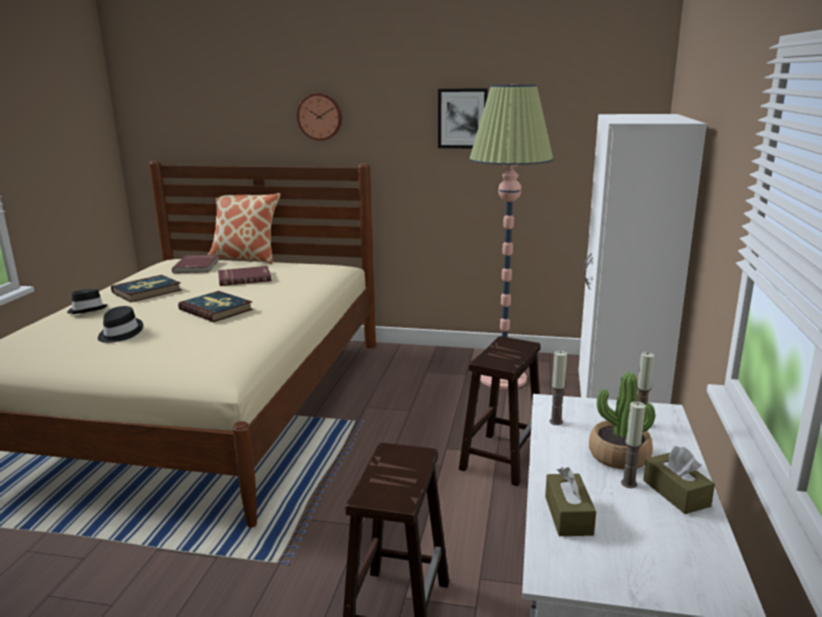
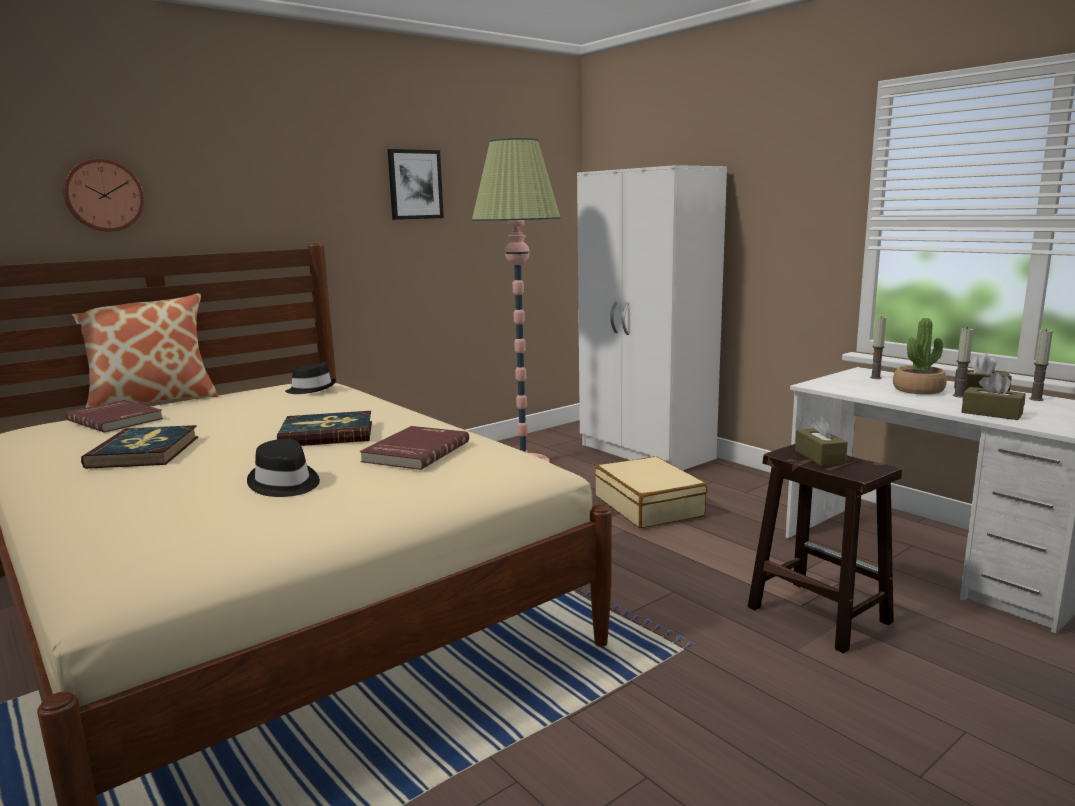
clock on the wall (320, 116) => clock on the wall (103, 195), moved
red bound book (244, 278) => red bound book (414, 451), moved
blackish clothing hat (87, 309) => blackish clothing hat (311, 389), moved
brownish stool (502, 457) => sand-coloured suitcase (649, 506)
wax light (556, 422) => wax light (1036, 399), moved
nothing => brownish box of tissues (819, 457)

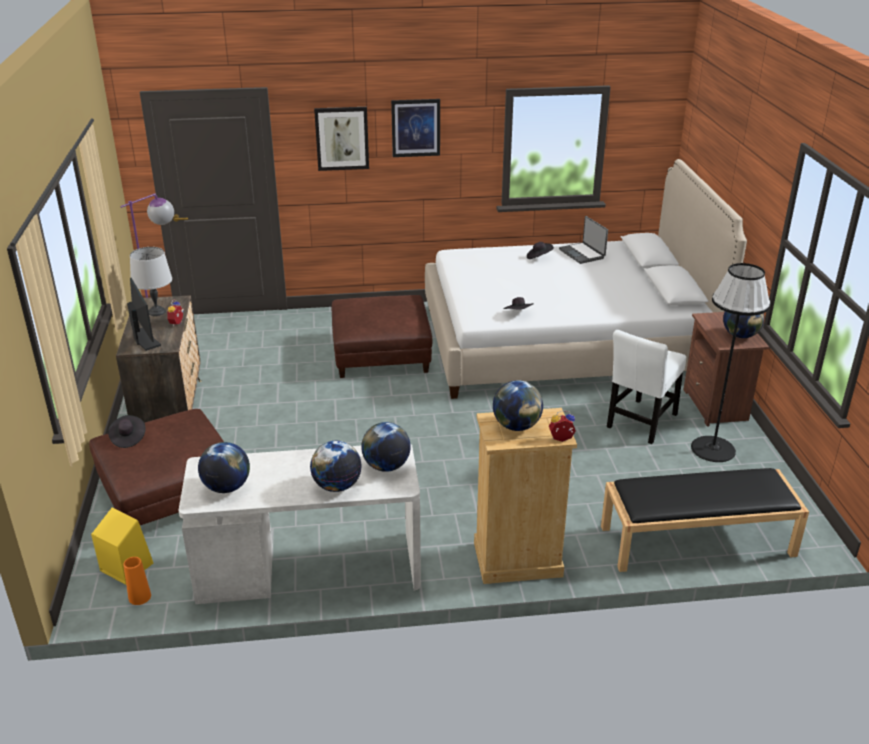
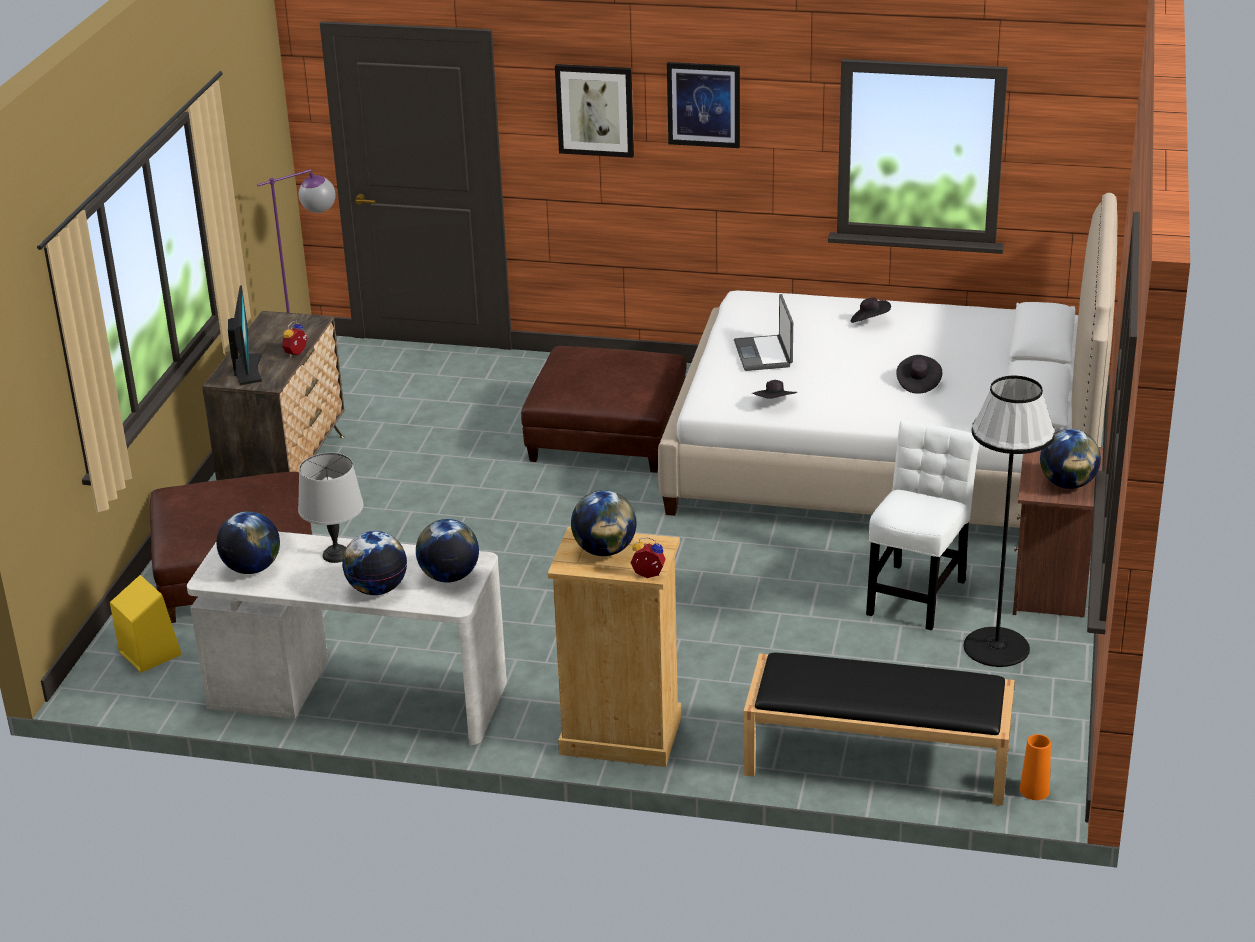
laptop (582, 254) => laptop (764, 354), moved
greyish tabletop lamp (157, 312) => greyish tabletop lamp (337, 555), moved
white-coloured plain chair (641, 423) => white-coloured plain chair (917, 593), 150 degrees clockwise
blackish clothing hat (128, 438) => blackish clothing hat (918, 383), moved
orange flower vase (140, 597) => orange flower vase (1034, 790), moved

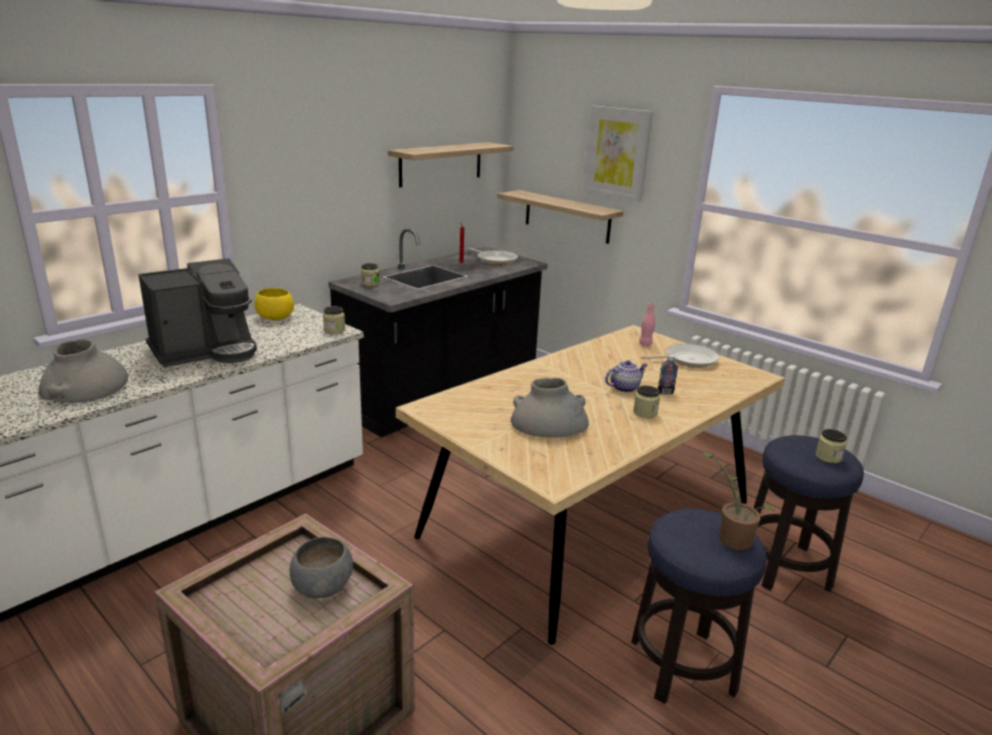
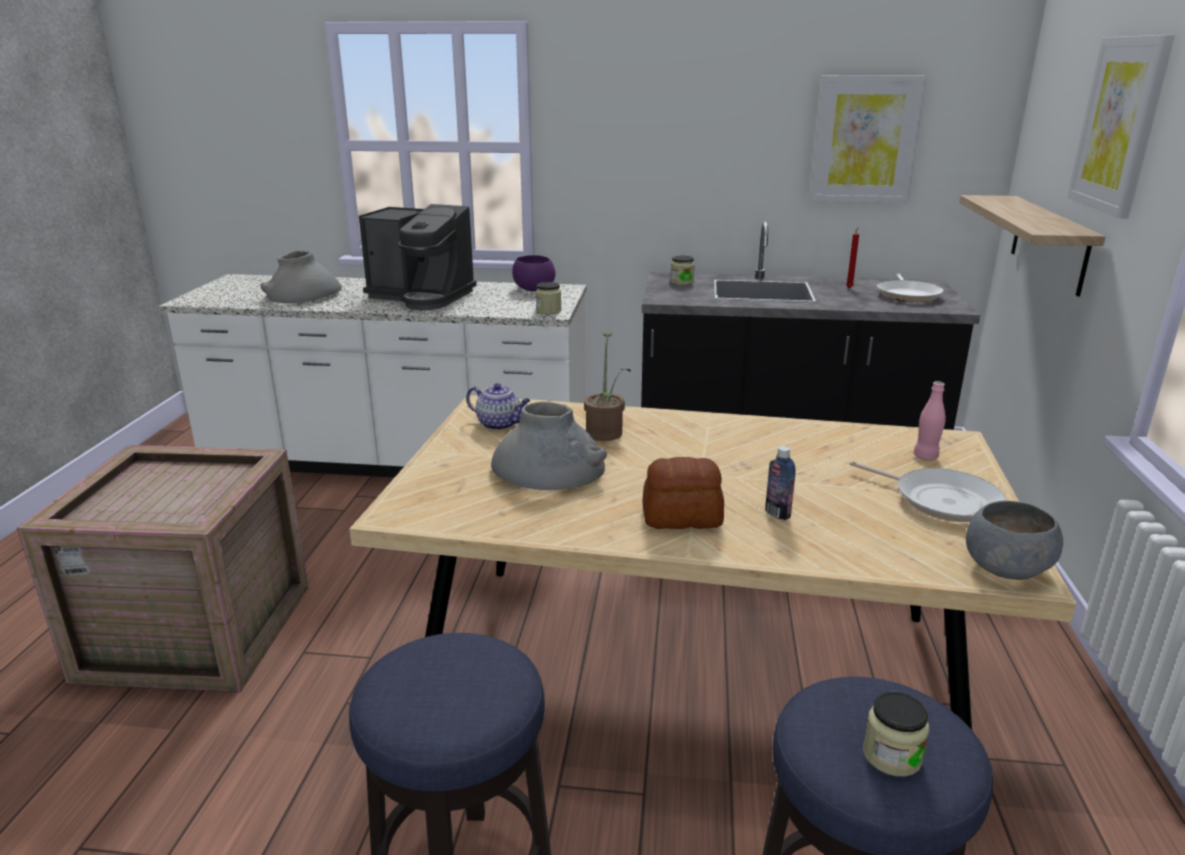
wall shelf (441, 164) => wall picture (864, 140)
yellow deep dish (276, 318) => purplish deep dish (534, 289)
pot for tea (624, 387) => pot for tea (500, 424), moved
storage jar (645, 412) => bakery bread (680, 517)
plant in a pot (730, 536) => plant in a pot (606, 431), moved
greyish deep dish (321, 587) => greyish deep dish (1004, 568), moved

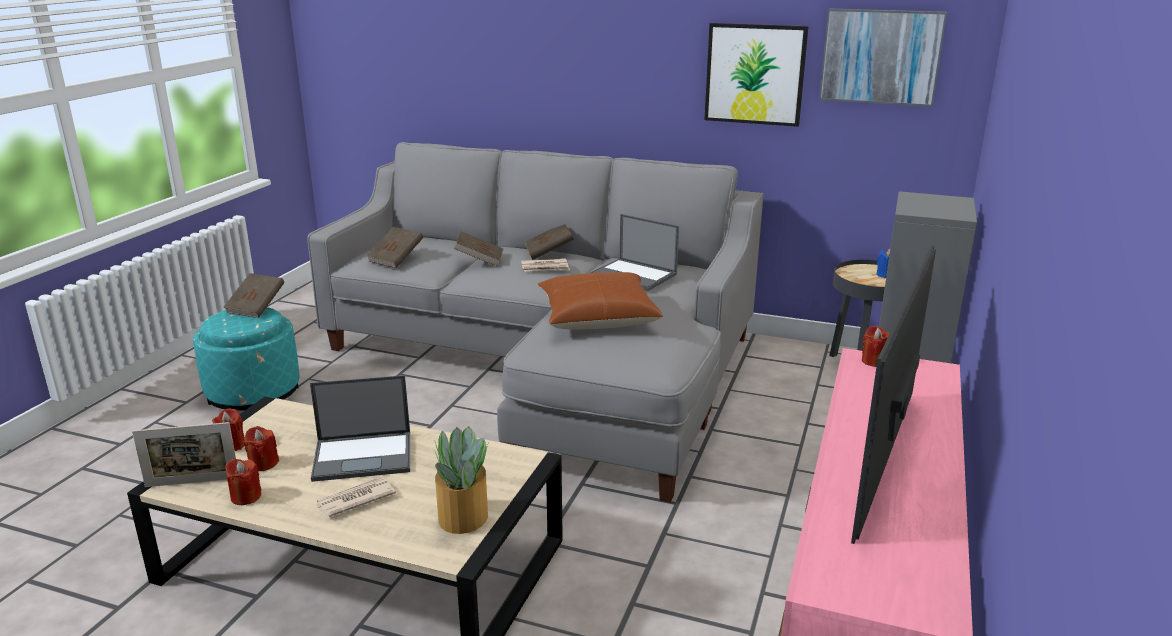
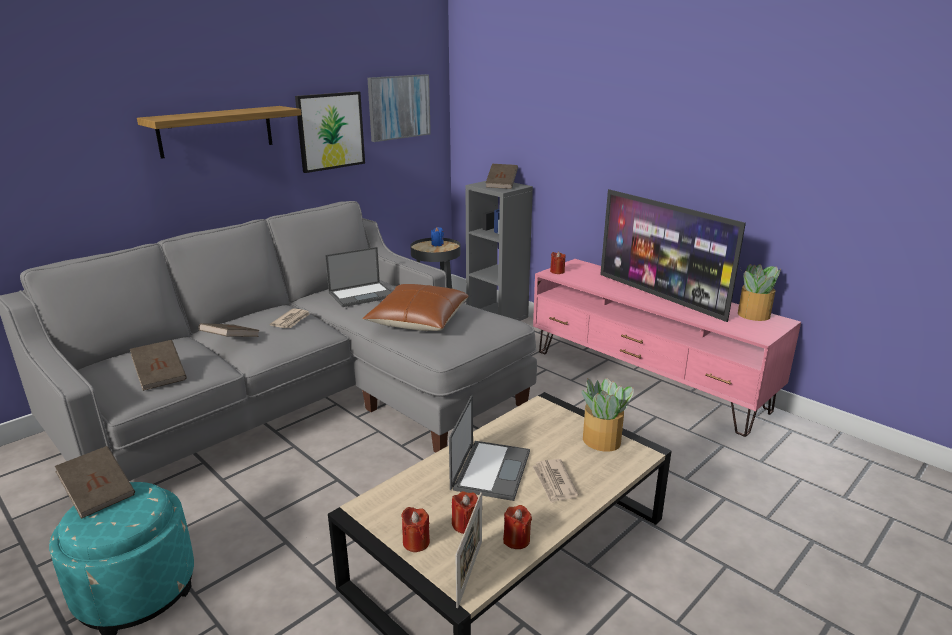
brownish bound book (549, 253) => brownish bound book (501, 185), moved
nothing => wall shelf (216, 131)
nothing => plant in a pot (753, 315)

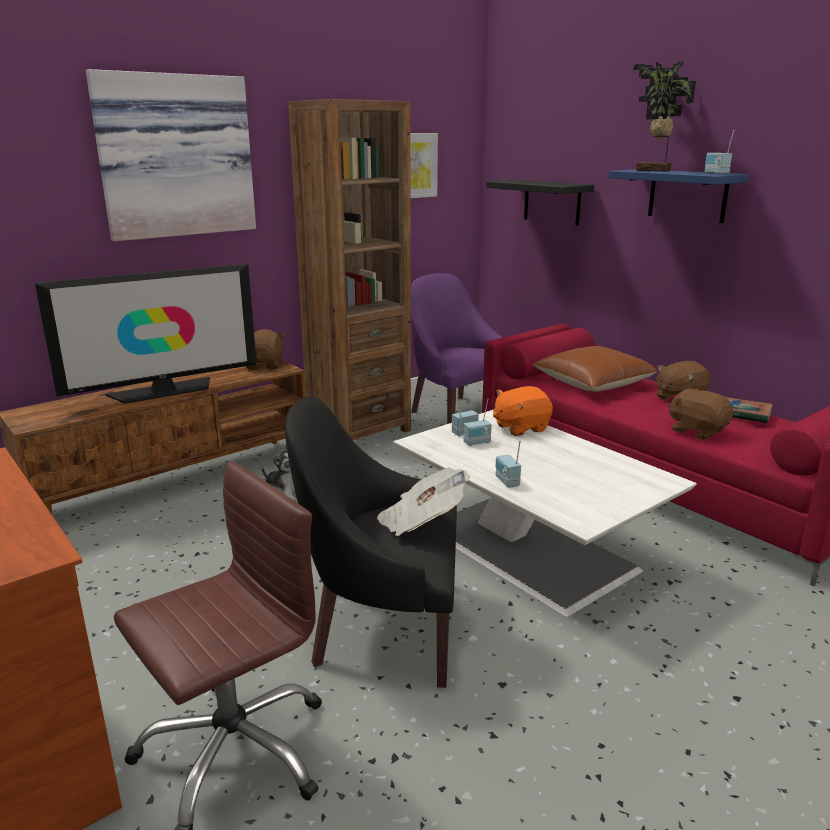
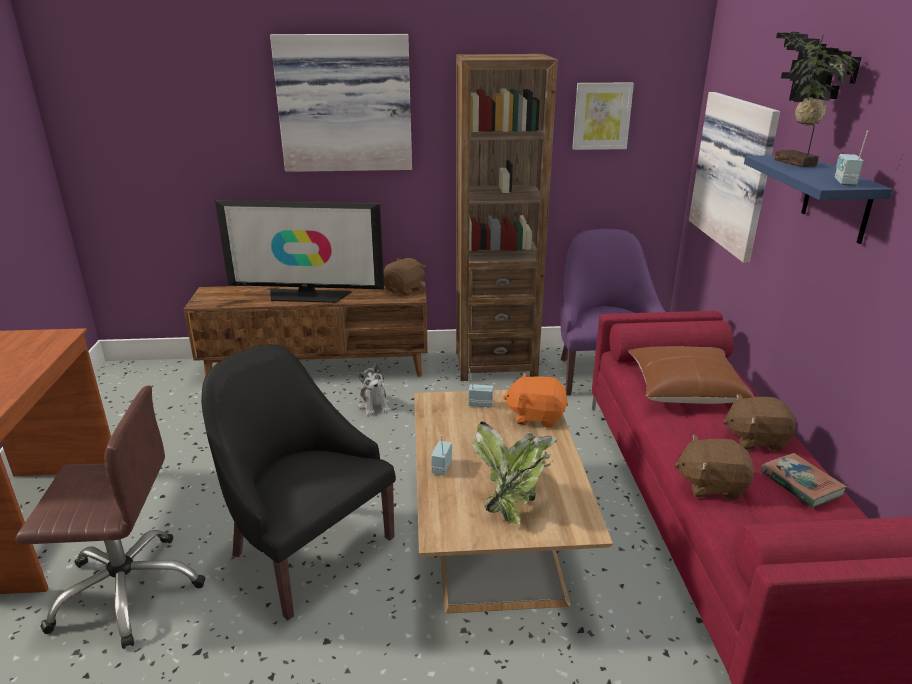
blackish wall shelf (552, 202) => wall picture (736, 173)
brownish soft toy (697, 431) => brownish soft toy (711, 485), 75 degrees counterclockwise
radio (477, 443) => nothing
white-coloured coffee table (531, 549) => brownish coffee table (496, 536)
newspaper (421, 522) => nothing
nothing => plant in a pot (513, 498)

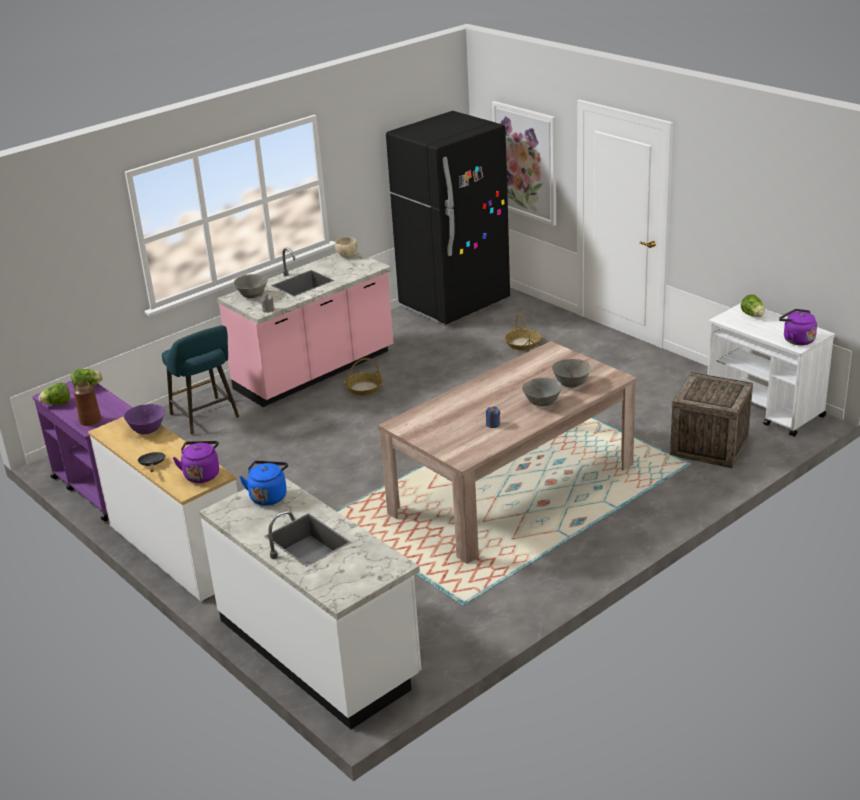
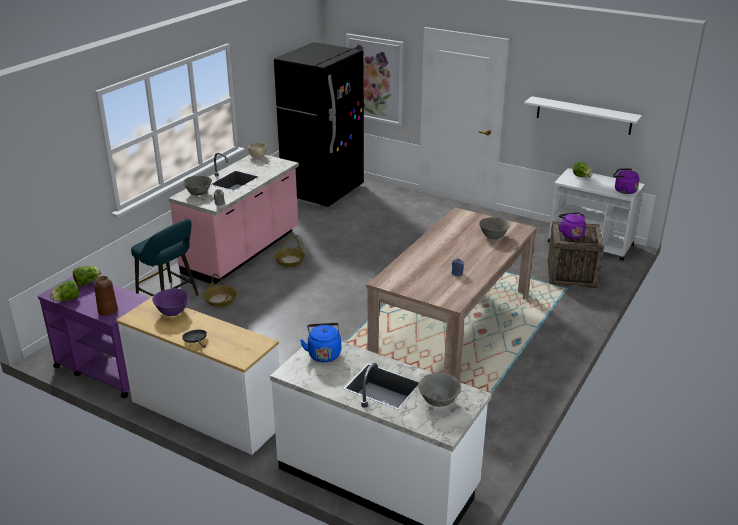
household basket (523, 344) => household basket (221, 300), moved
greyish deep dish (542, 403) => greyish deep dish (439, 402), moved
purplish tea kettle (202, 474) => purplish tea kettle (570, 234), moved
nothing => white-coloured wall shelf (583, 115)

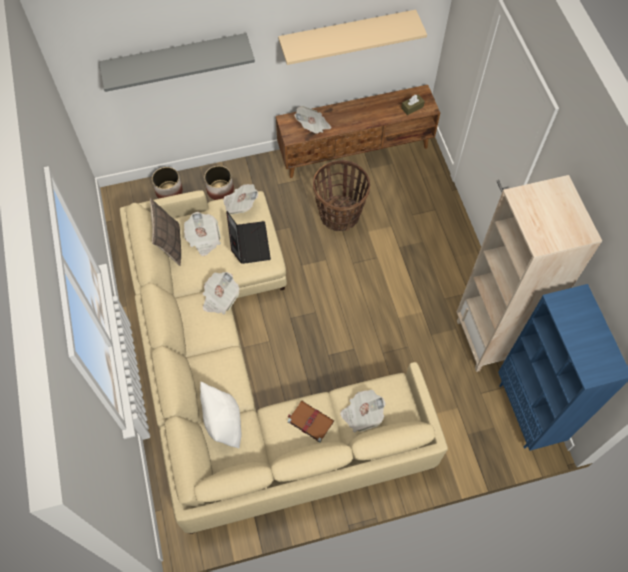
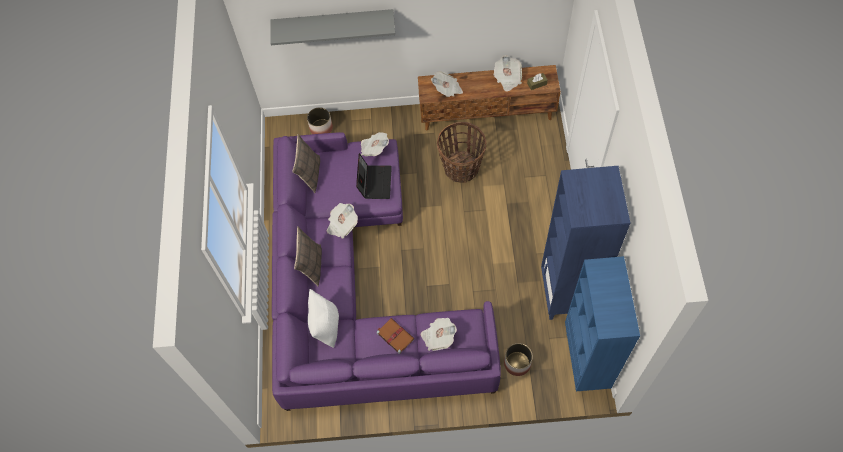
sand-coloured wall shelf (347, 33) => nothing
flower pot (220, 190) => flower pot (517, 363), moved
sand-coloured shelving unit (489, 340) => bluish shelving unit (566, 295)
sand-coloured couch (246, 371) => purplish couch (356, 288)
newspaper (203, 239) => newspaper (507, 78), moved
nothing => throw pillow (311, 265)

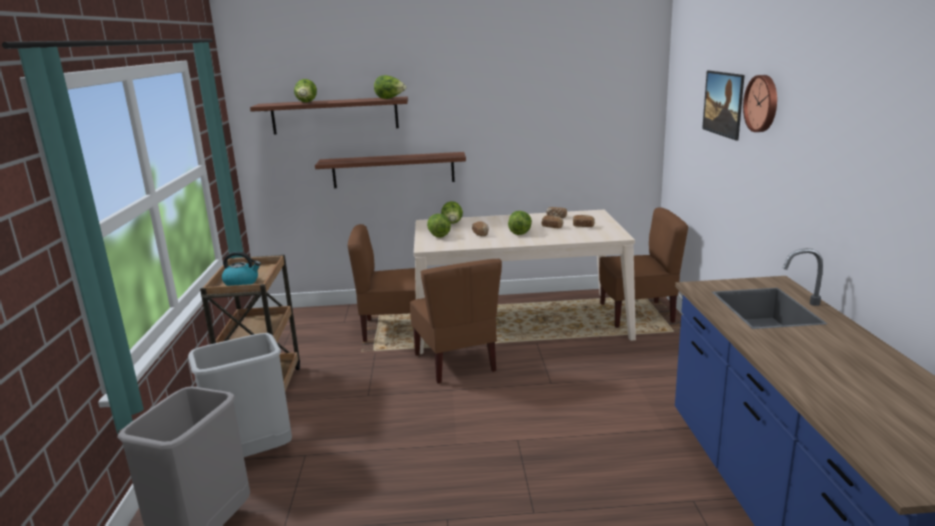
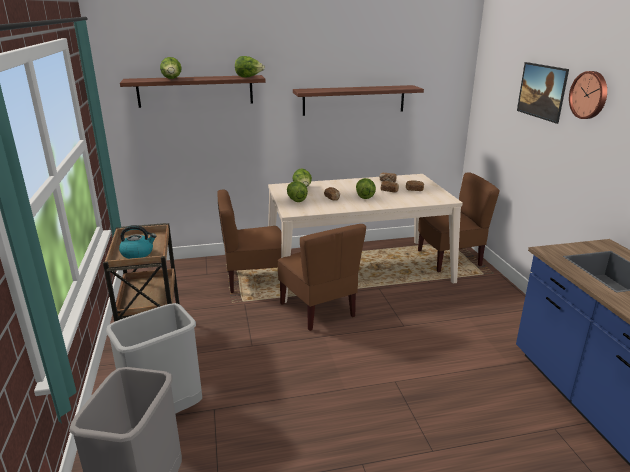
wall shelf (393, 170) => wall shelf (354, 100), moved

